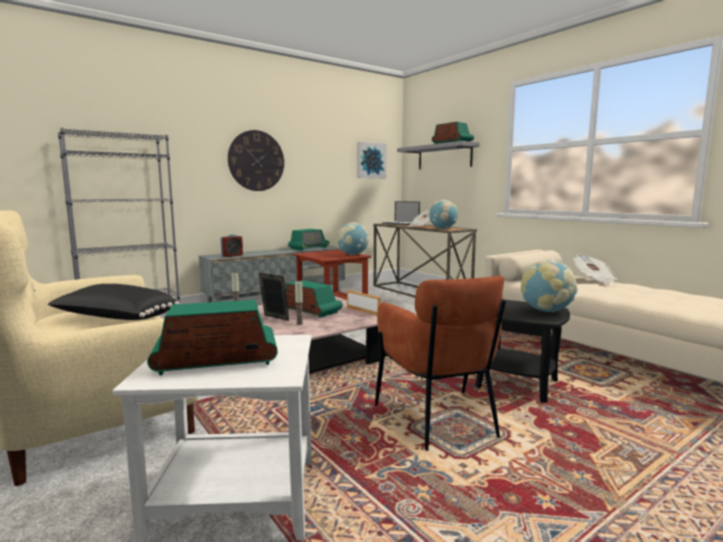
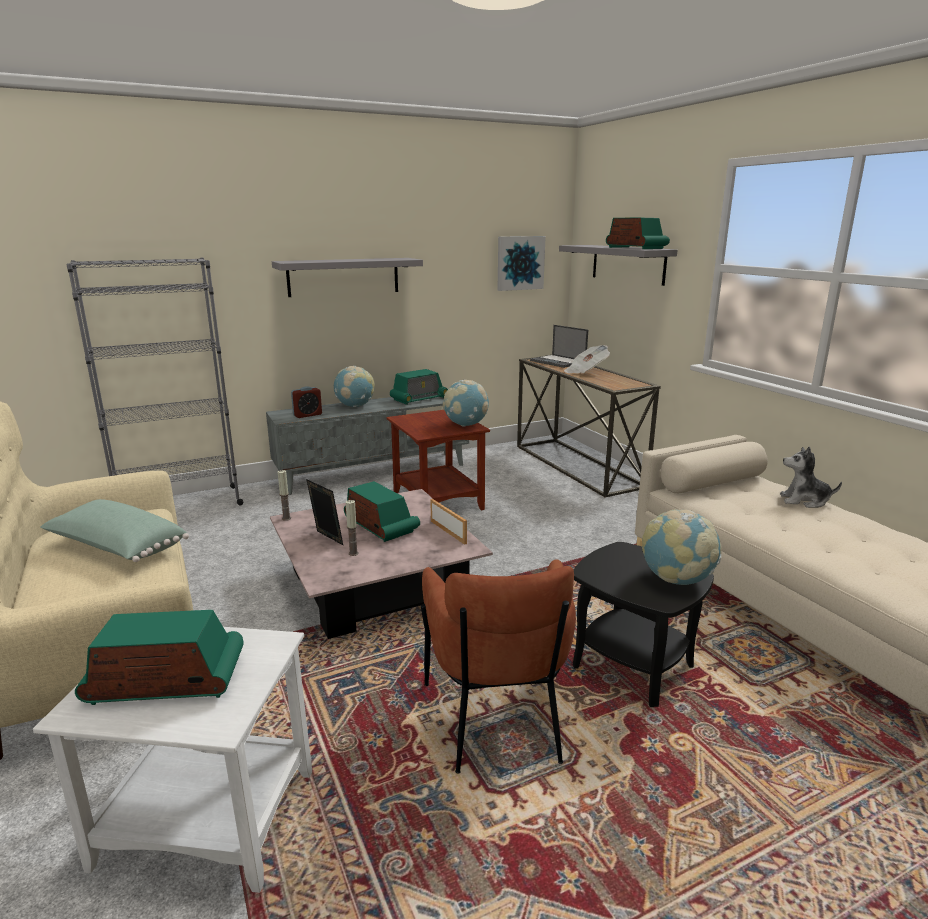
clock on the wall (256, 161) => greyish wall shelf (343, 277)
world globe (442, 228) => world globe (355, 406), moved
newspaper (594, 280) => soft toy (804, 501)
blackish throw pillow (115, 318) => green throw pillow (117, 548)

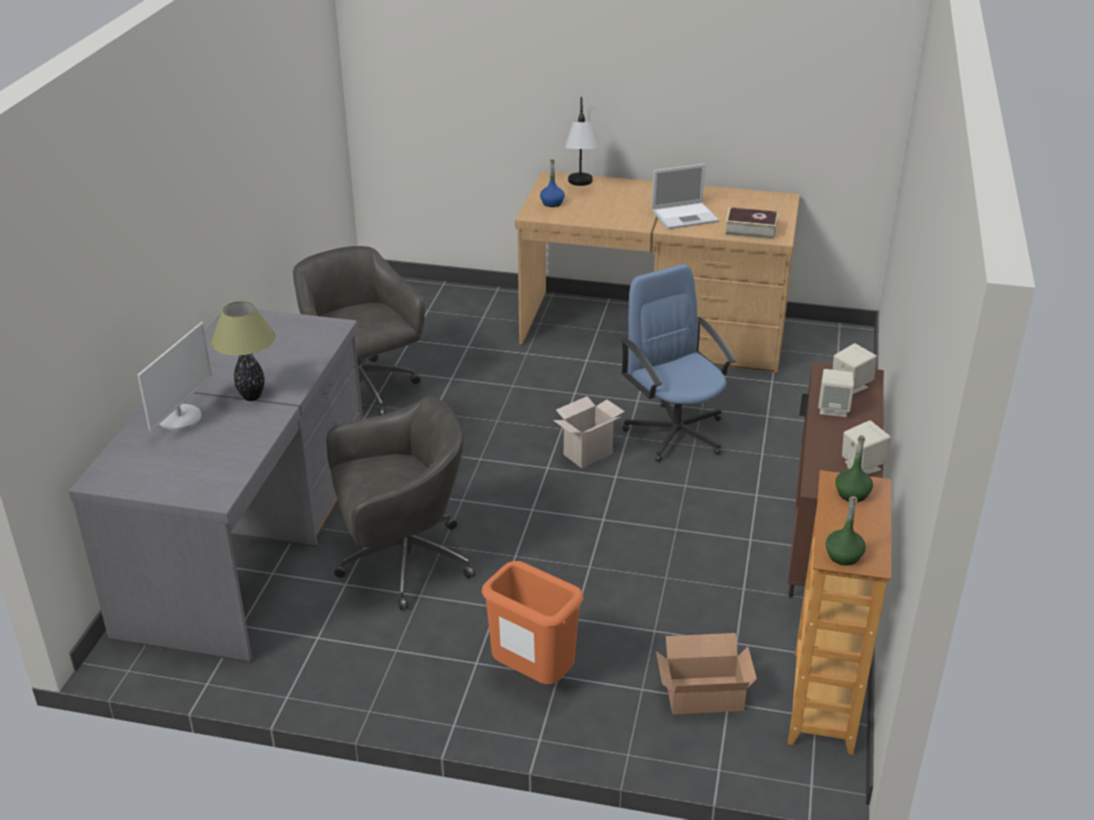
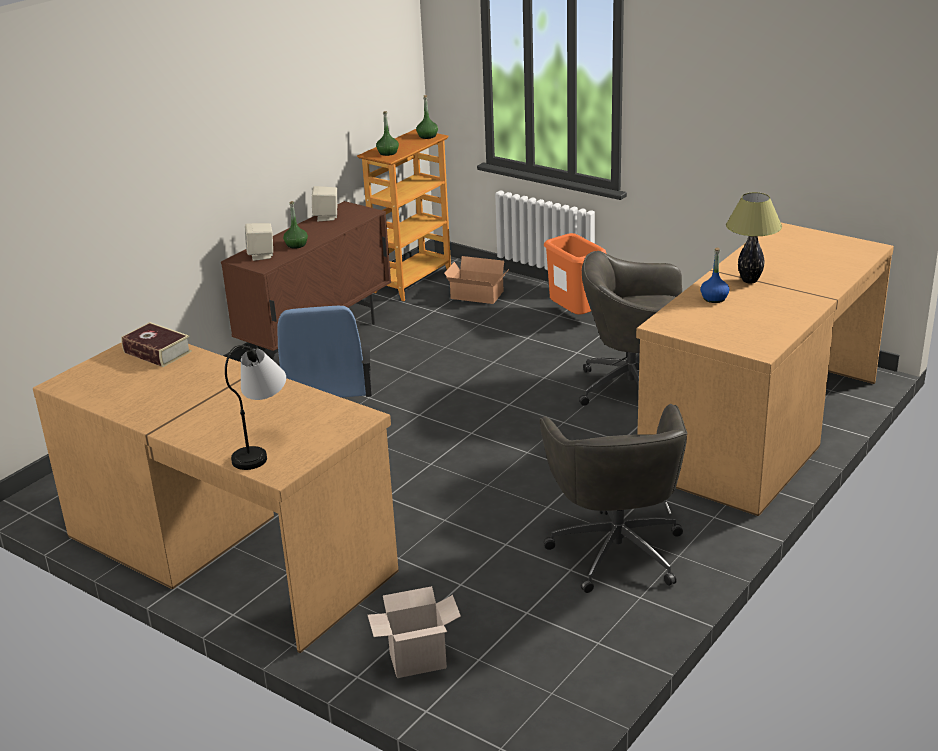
bluish bottle (552, 203) => bluish bottle (714, 298), moved
laptop (686, 216) => nothing
greyish desk table (252, 541) => brownish desk table (759, 425)
monitor (180, 417) => nothing
sand-coloured audio speaker (833, 409) => green bottle (296, 245)
packing box (588, 453) => packing box (416, 662), moved

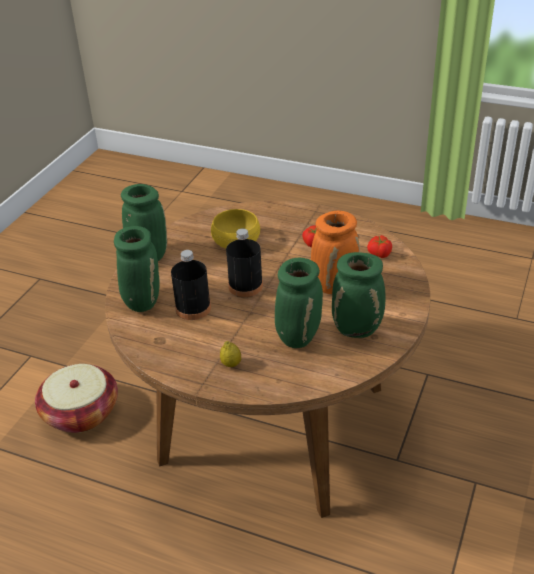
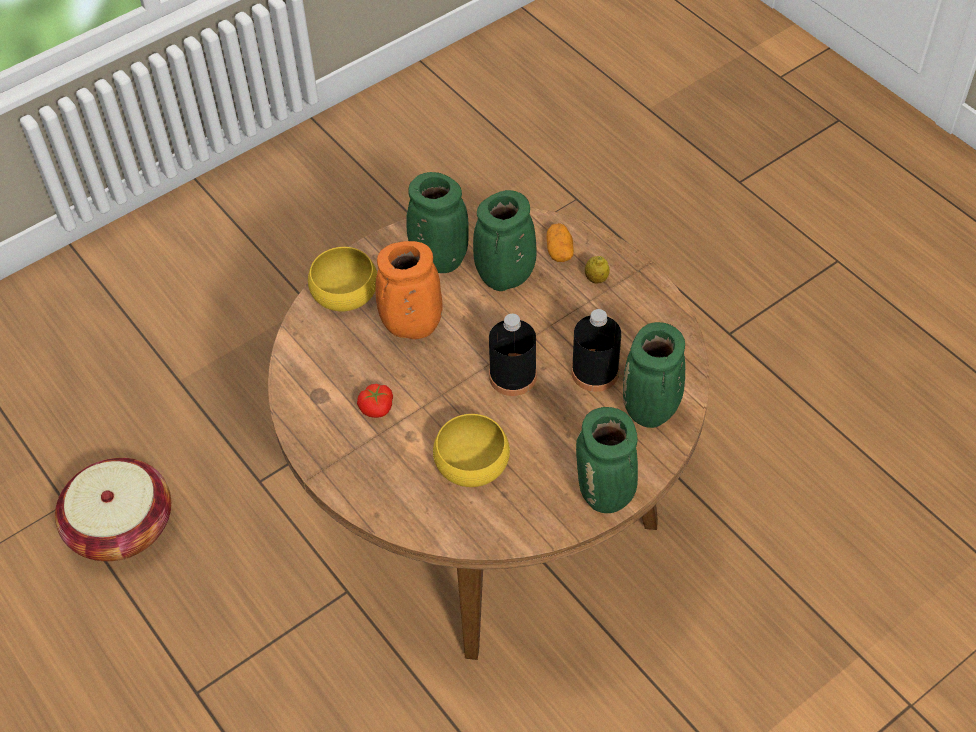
whole tomato (379, 254) => nothing
household basket (81, 413) => household basket (121, 526), moved
nothing => potato (559, 251)
nothing => yellow deep dish (344, 293)

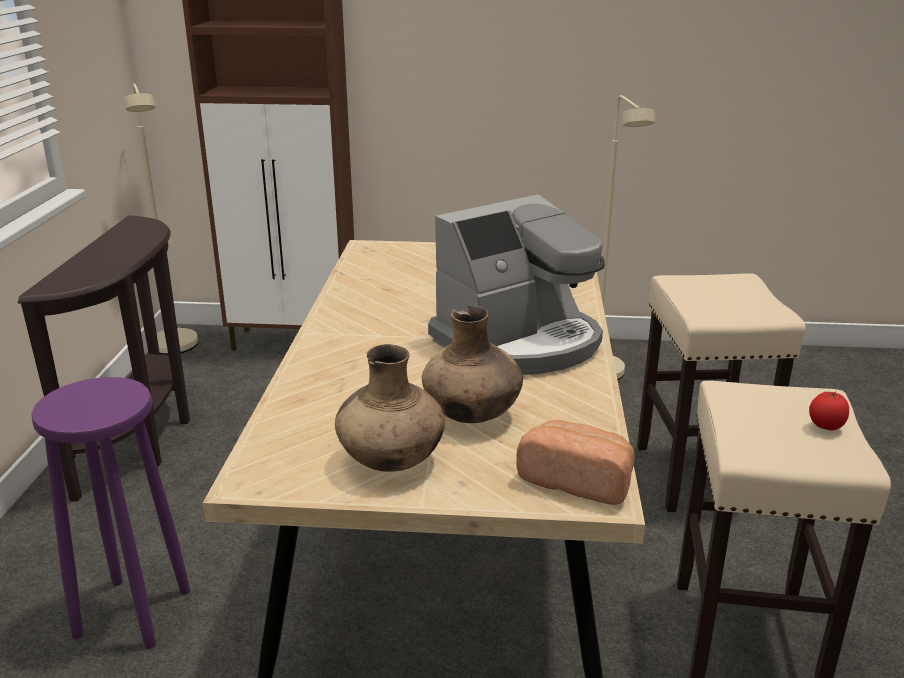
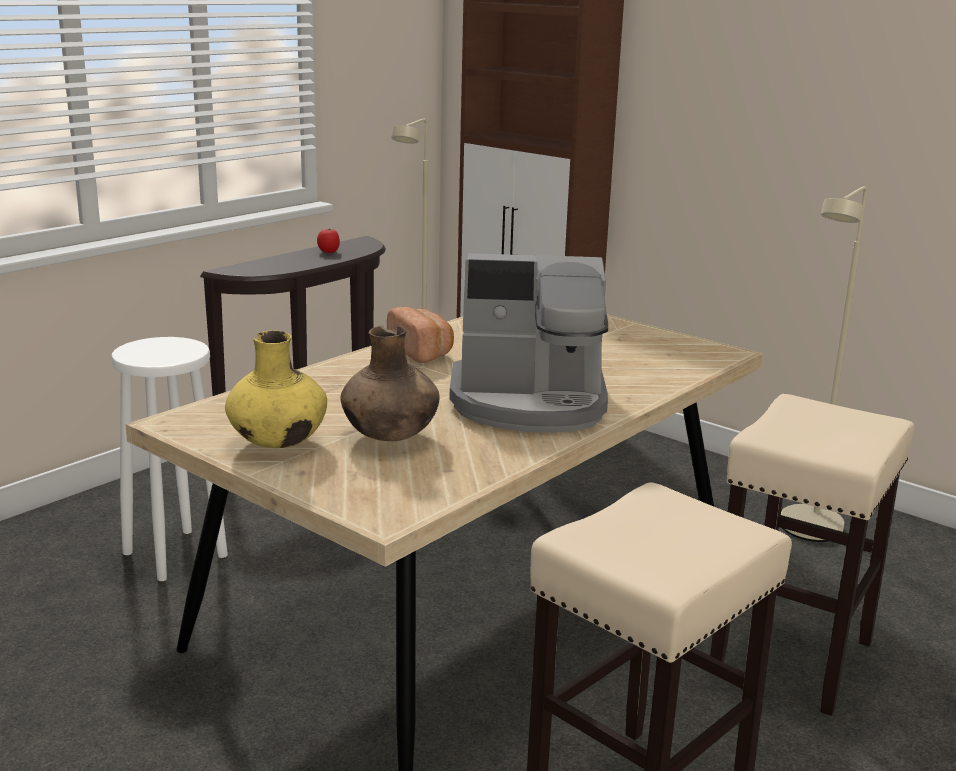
brownish flower vase (391, 461) => yellow flower vase (278, 443)
purplish stool (134, 611) => white-coloured stool (176, 554)
whole tomato (825, 427) => whole tomato (328, 252), moved
bakery bread (577, 480) => bakery bread (422, 352), moved

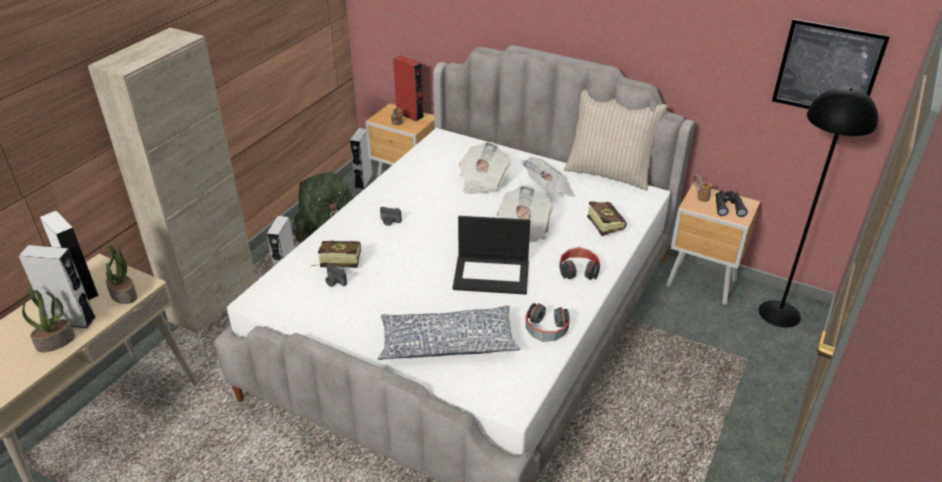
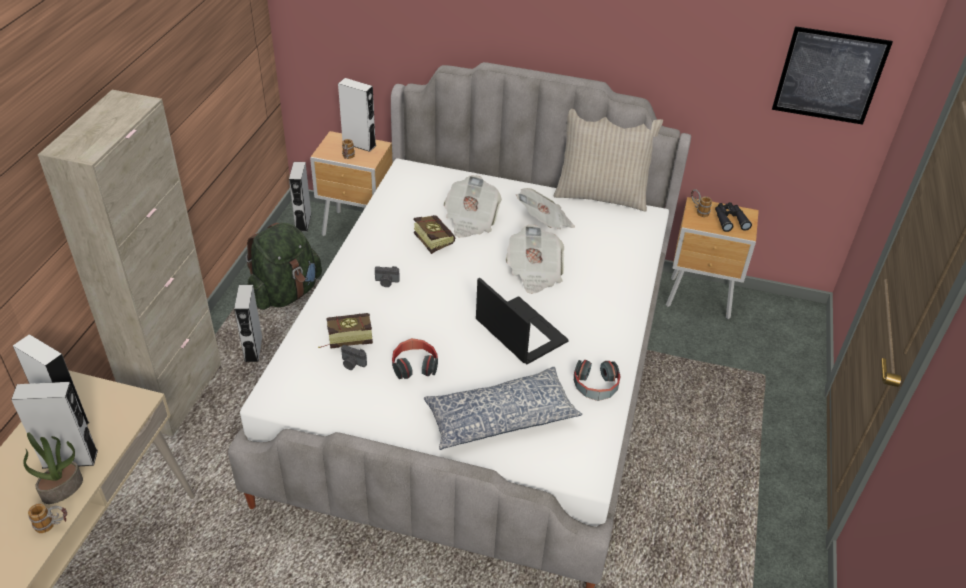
red audio speaker (410, 115) => white-coloured audio speaker (359, 144)
blackish floor lamp (780, 313) => nothing
bound book (603, 224) => bound book (431, 239), moved
laptop (492, 274) => laptop (519, 331), 120 degrees counterclockwise
plant in a pot (124, 295) => nothing
headset (578, 270) => headset (414, 365), moved
nothing => mug (53, 525)

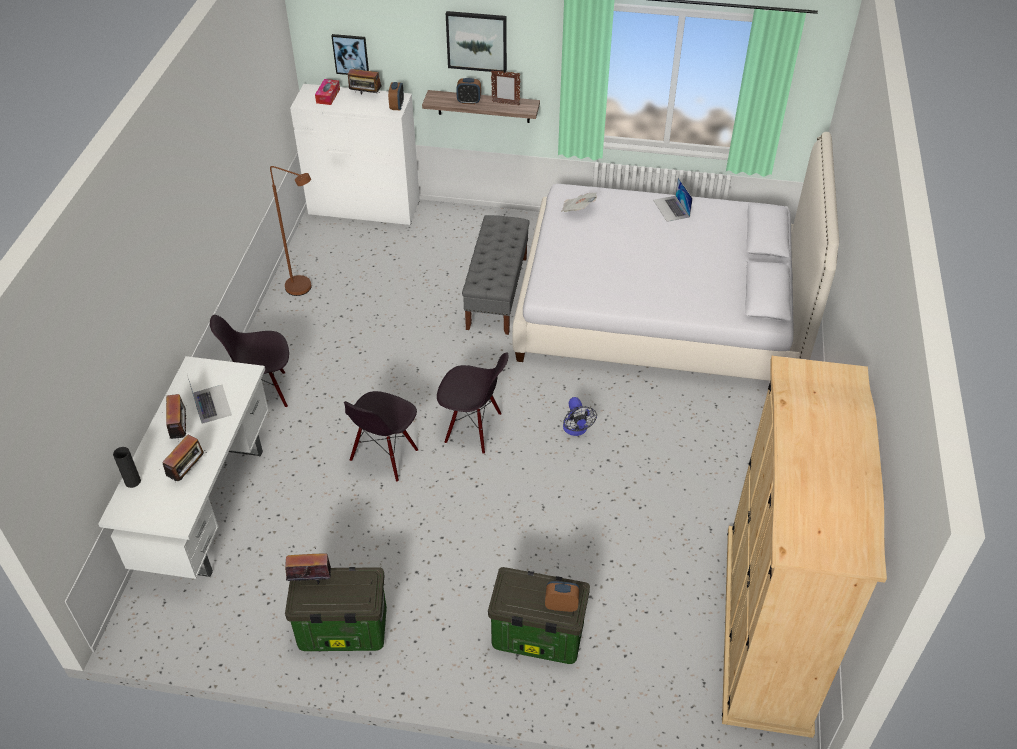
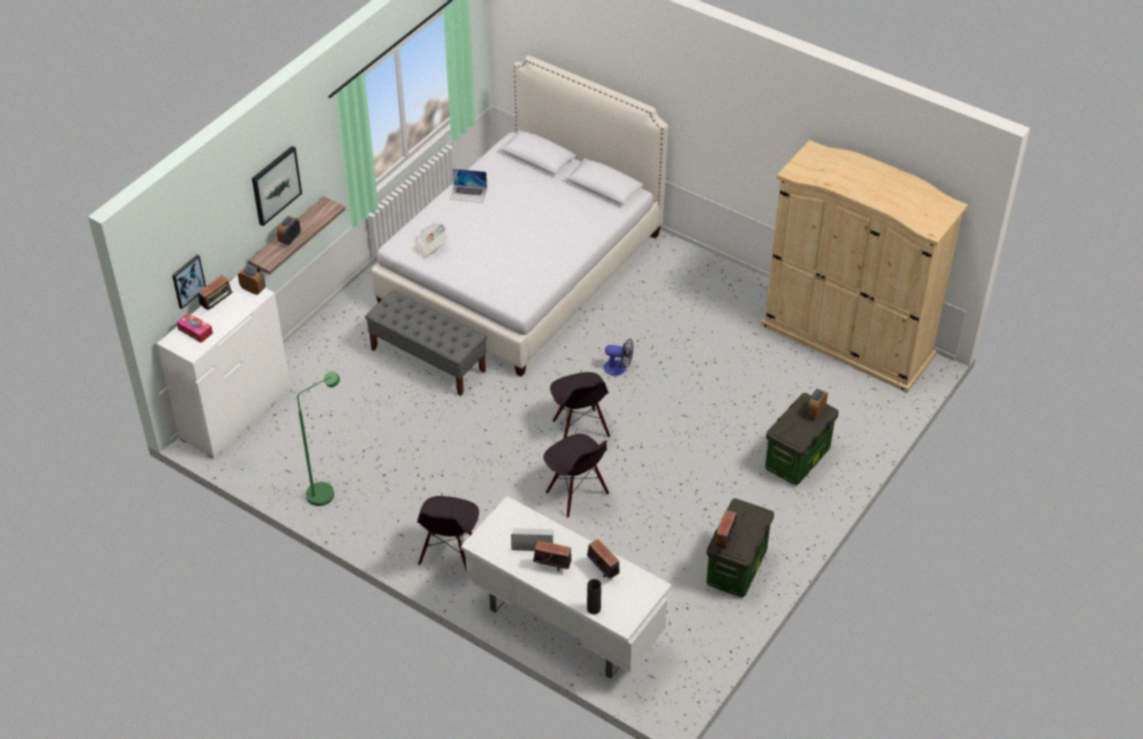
photo frame (505, 103) => nothing
brownish floor lamp (304, 289) => green floor lamp (327, 491)
blackish plain chair (473, 429) => blackish plain chair (580, 429), 120 degrees clockwise

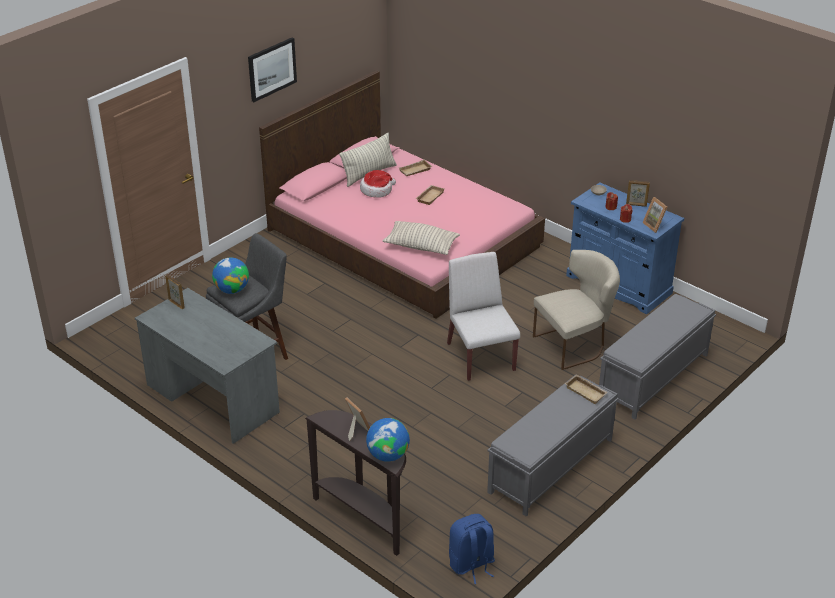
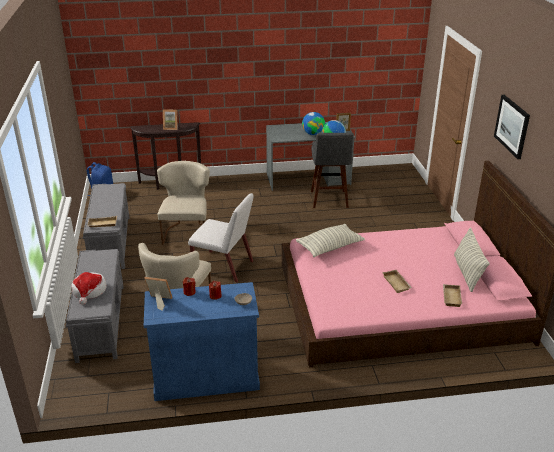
clothing hat (377, 190) => clothing hat (89, 291), moved
photo frame (636, 205) => nothing
world globe (388, 455) => world globe (313, 134), moved
nothing => sand-coloured plain chair (187, 232)

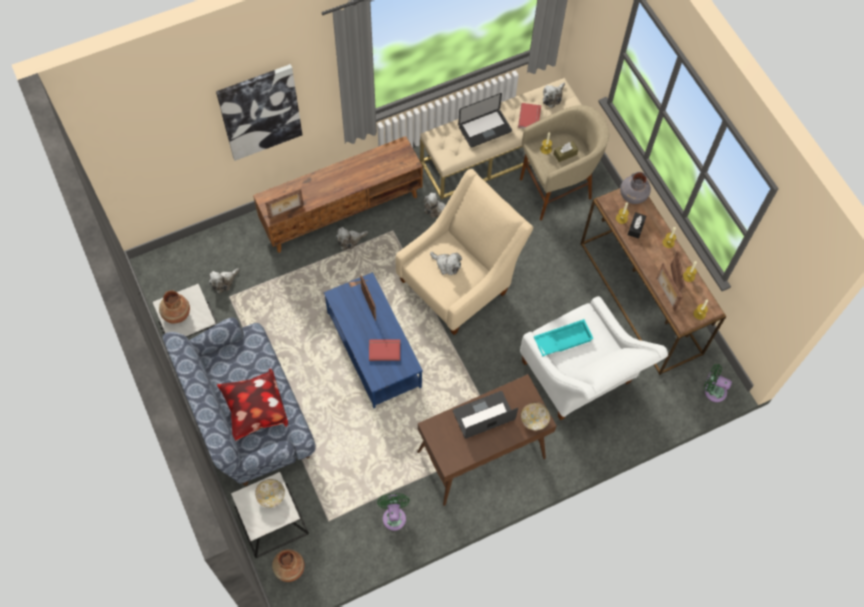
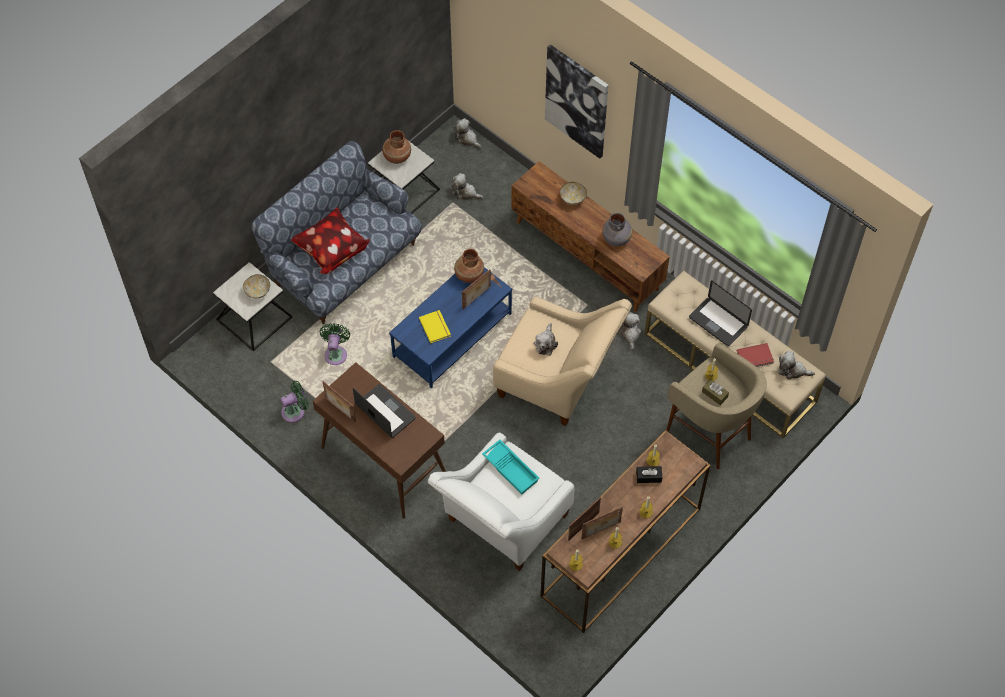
greyish flower vase (633, 195) => greyish flower vase (616, 238), moved
photo frame (286, 212) => photo frame (340, 410), moved
soft toy (350, 240) => soft toy (467, 139), moved
red bound book (384, 349) => yellow bound book (436, 327)
green fan (713, 390) => green fan (336, 353), moved
deep dish (534, 420) => deep dish (573, 199), moved
brownish flower vase (289, 568) => brownish flower vase (469, 275), moved

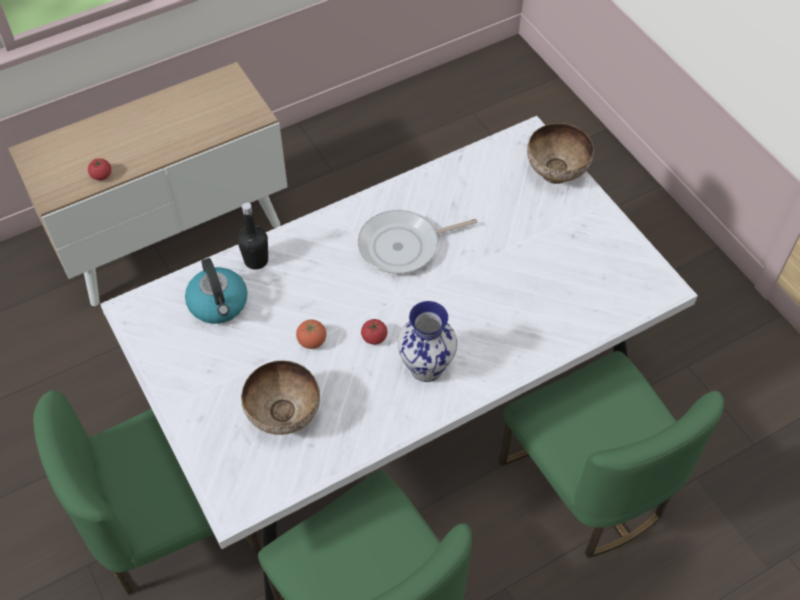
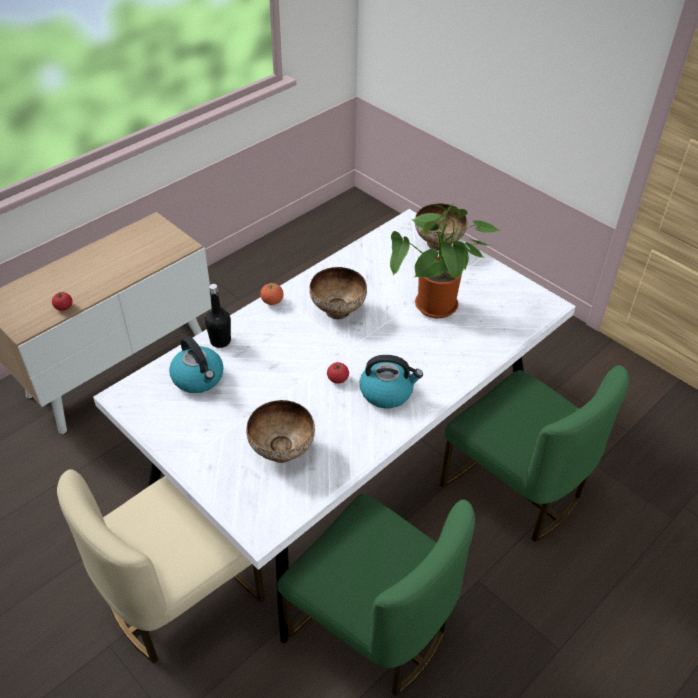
skillet (403, 246) => deep dish (338, 311)
flower vase (425, 366) => tea kettle (387, 392)
whole tomato (312, 341) => whole tomato (272, 301), moved
green plain chair (174, 526) => sand-coloured plain chair (180, 595)
nothing => plant in a pot (436, 309)

